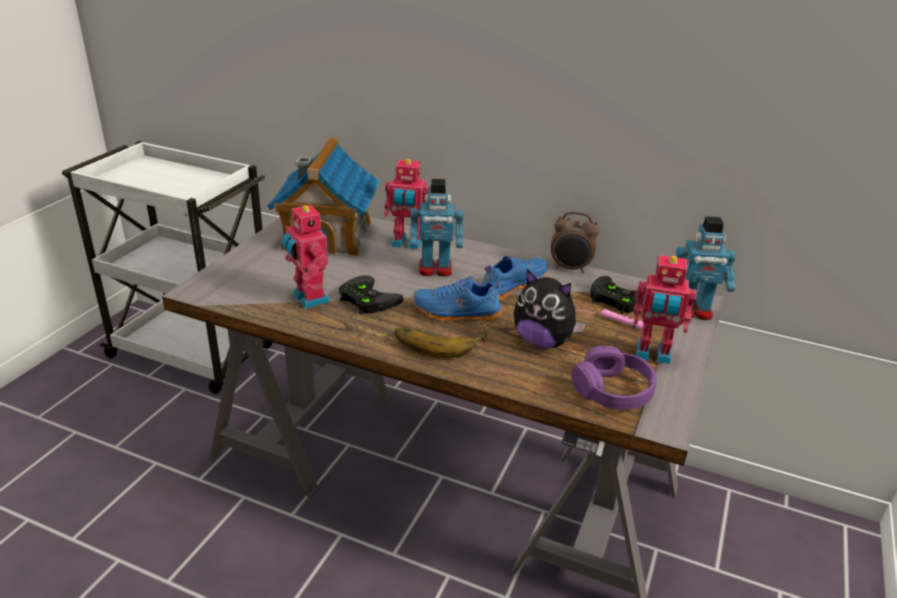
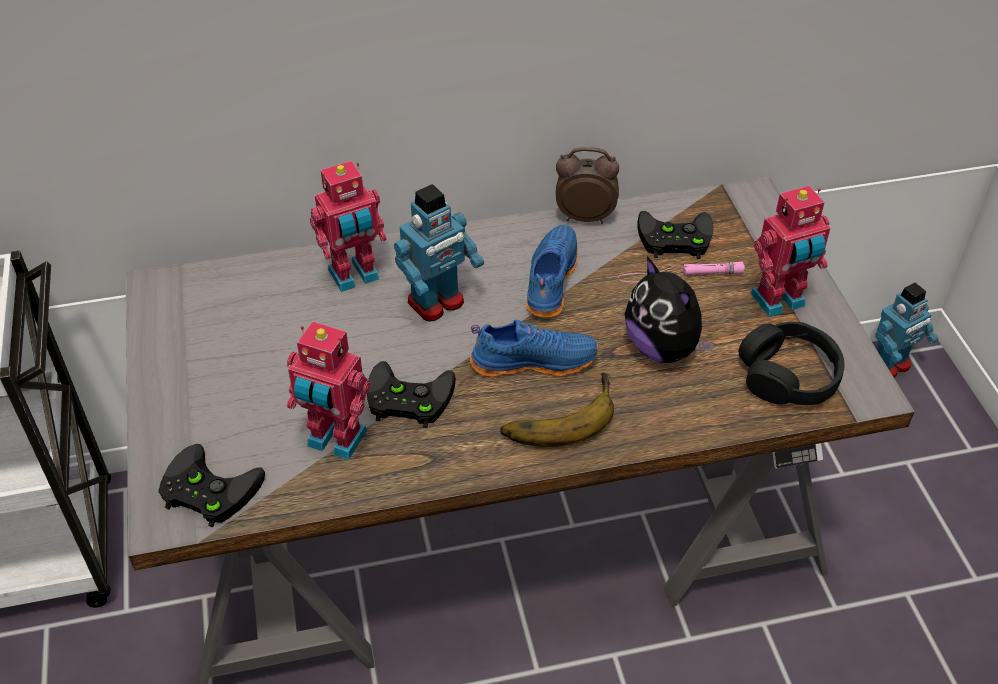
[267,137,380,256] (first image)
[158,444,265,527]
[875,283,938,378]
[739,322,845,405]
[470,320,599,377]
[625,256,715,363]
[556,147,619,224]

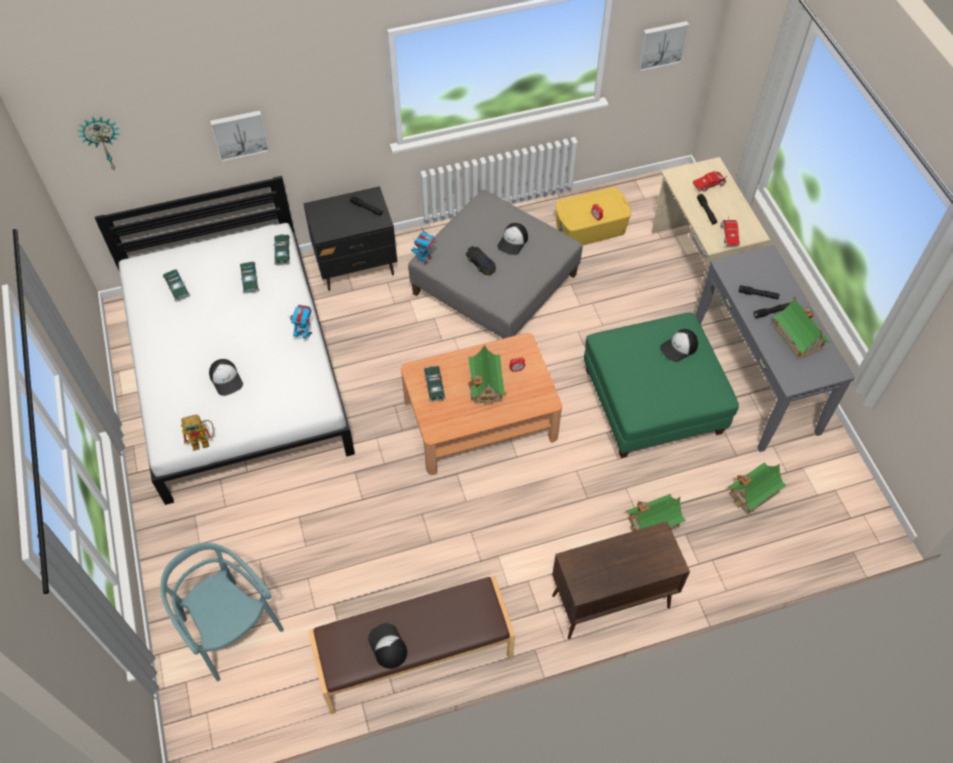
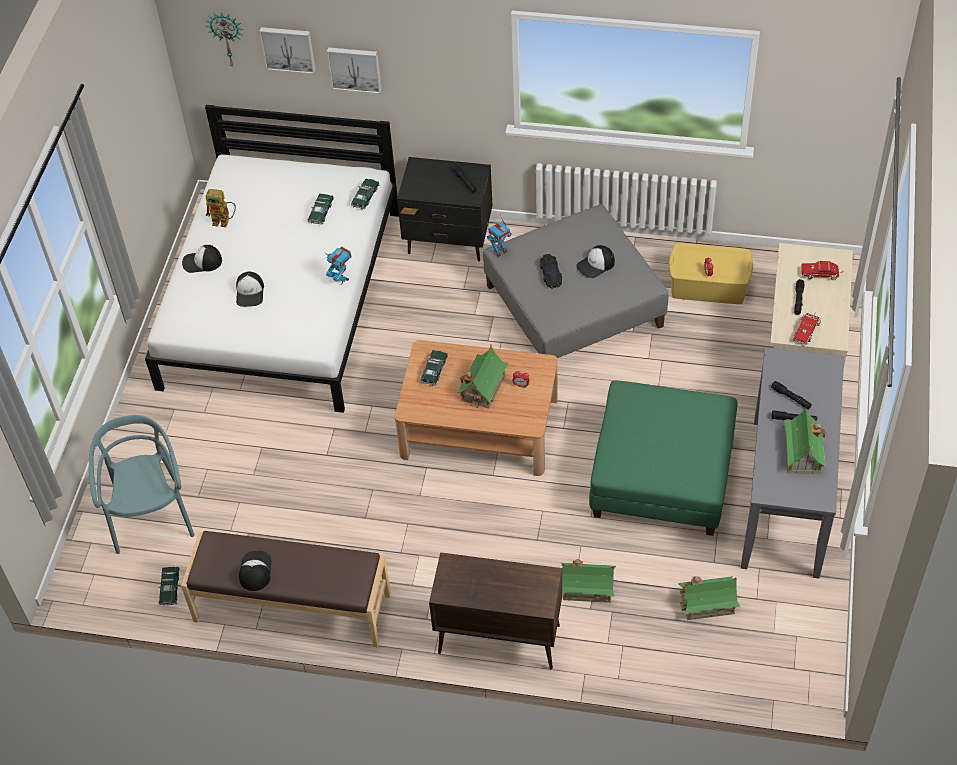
[158,567,180,605]
[206,189,236,227]
[259,27,315,74]
[182,245,222,273]

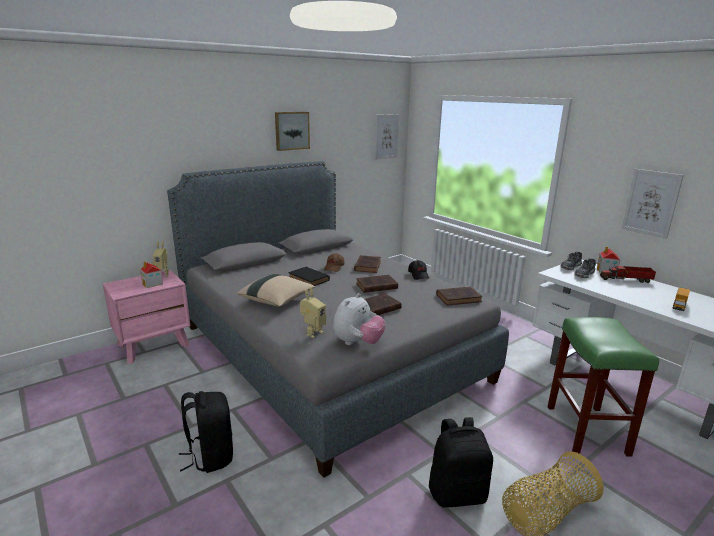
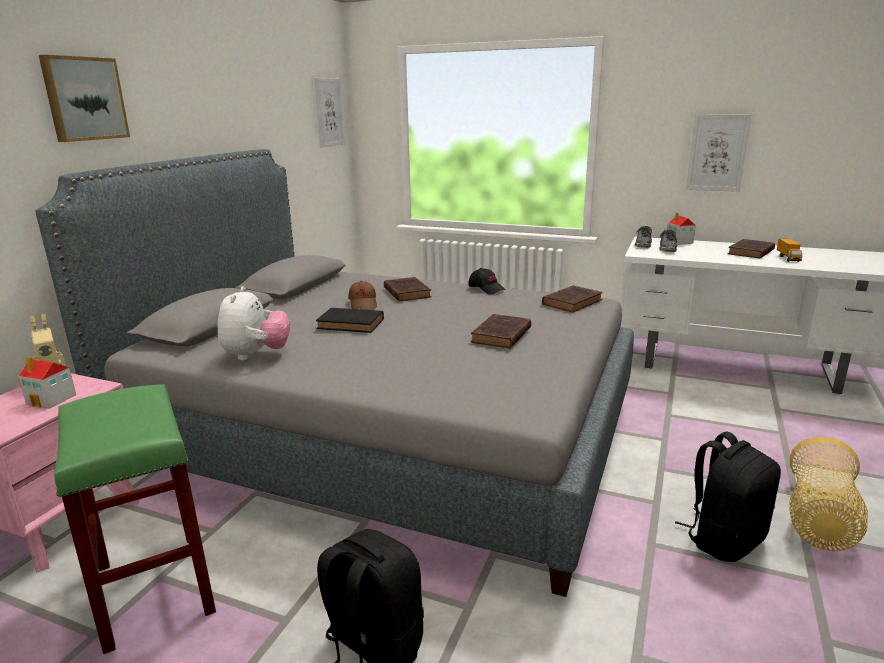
[237,274,315,307] (first image)
[300,287,326,338] (first image)
[600,264,656,283] (first image)
[39,55,130,142]
[217,286,290,361]
[728,239,775,259]
[54,384,216,654]

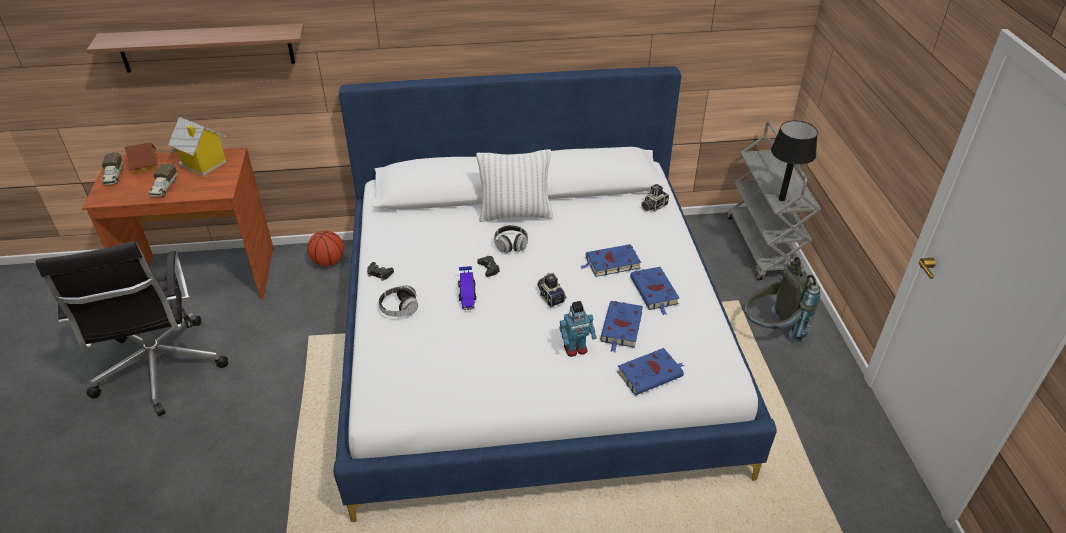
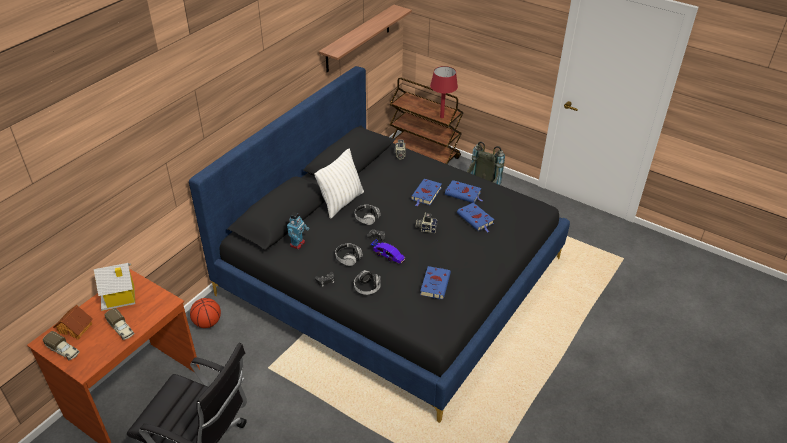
[335,244,363,266]
[319,5,412,73]
[287,212,310,249]
[420,266,451,299]
[189,66,570,423]
[390,77,464,164]
[430,66,458,118]

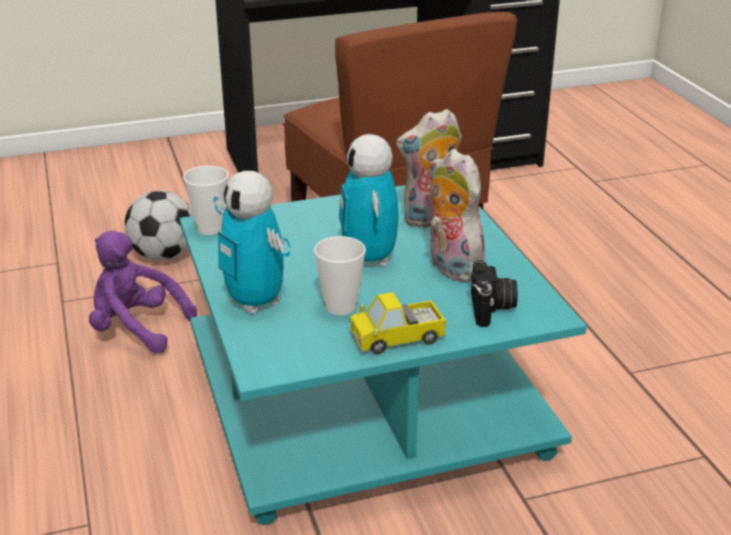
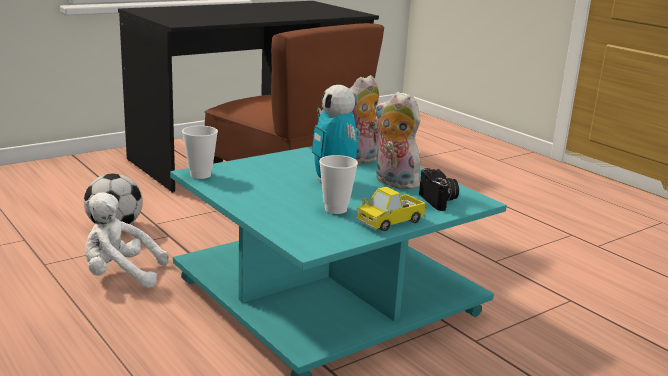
[214,171,291,314] (first image)
[85,193,169,288]

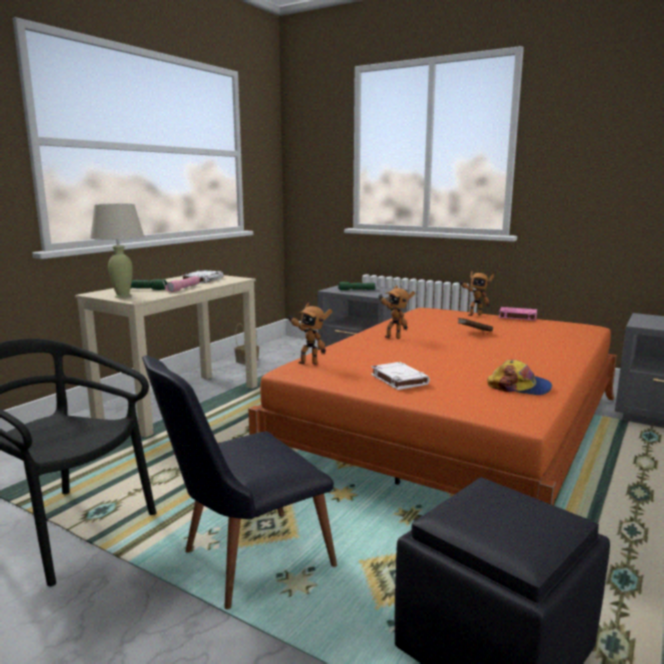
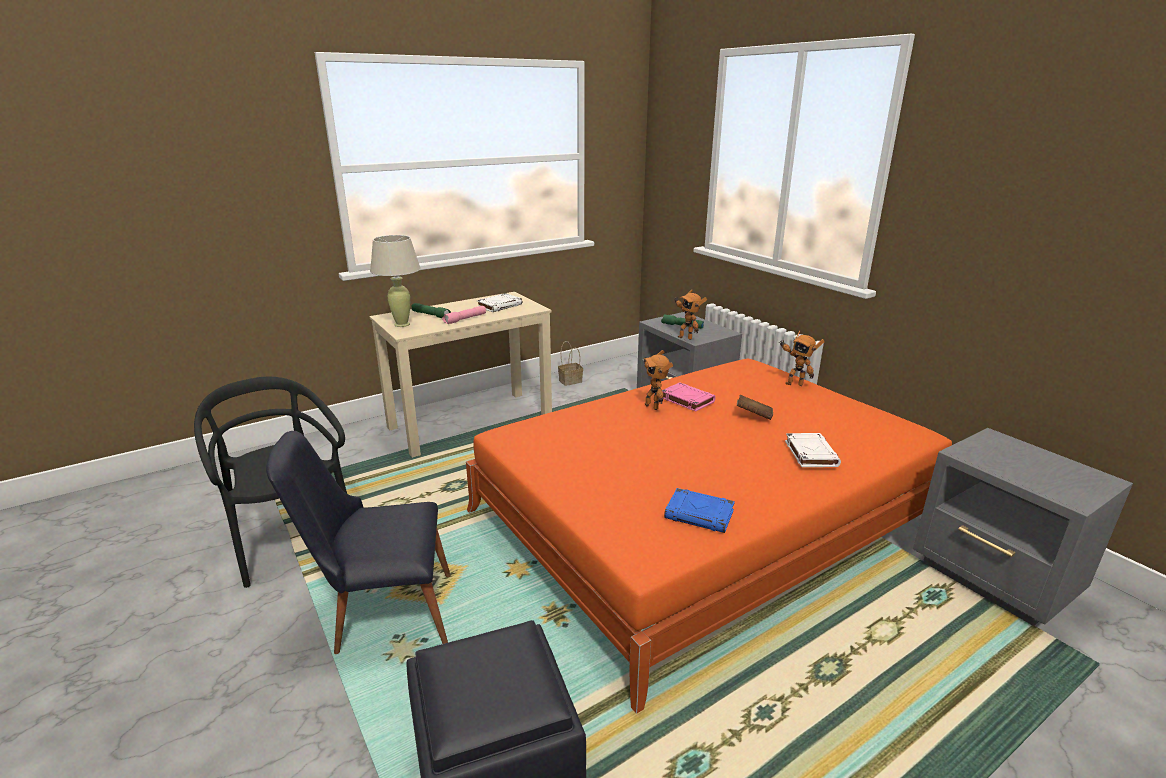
[675,289,707,340]
[785,433,841,467]
[662,382,716,412]
[664,488,735,533]

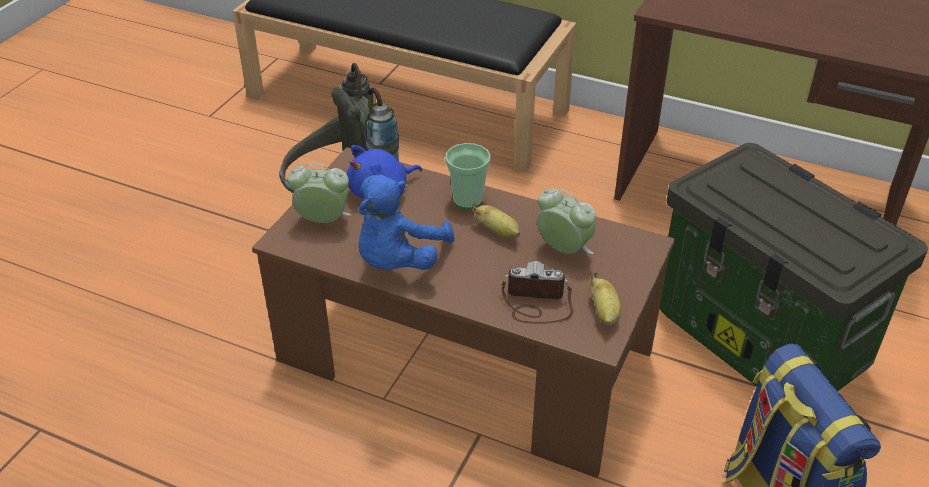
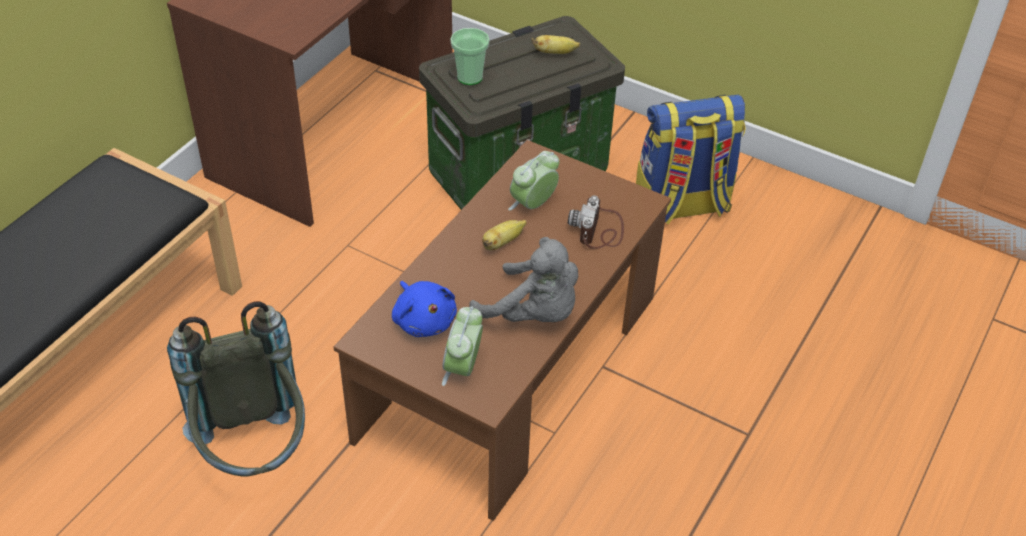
[451,28,489,85]
[531,35,580,54]
[469,237,578,322]

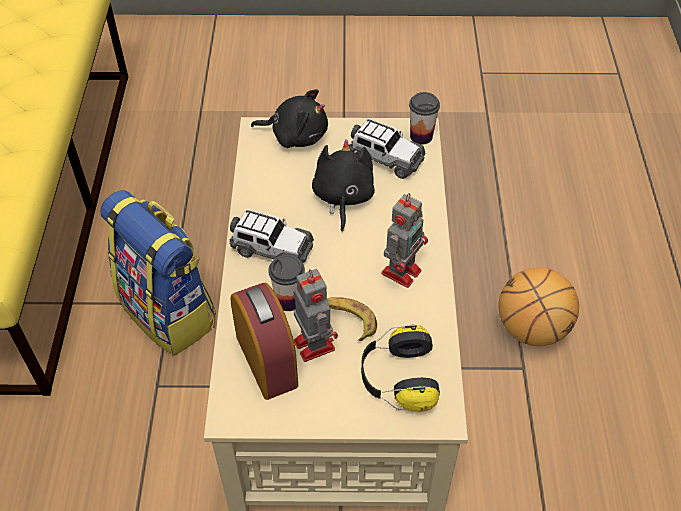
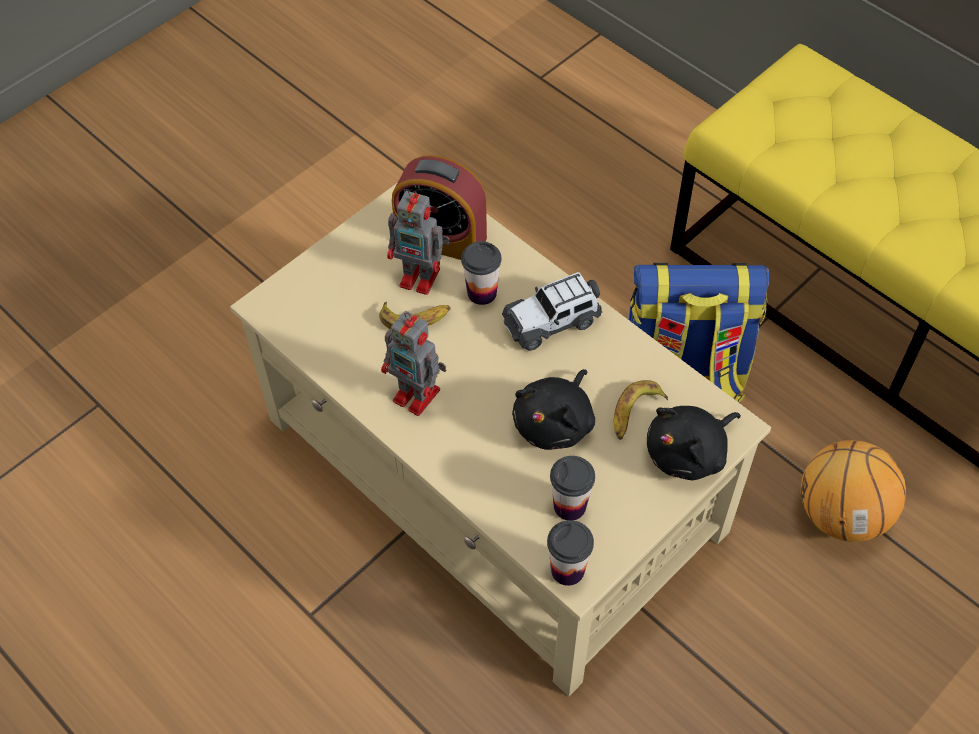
[361,325,440,412] (first image)
[614,380,668,440]
[801,440,906,542]
[550,456,595,520]
[512,369,595,450]
[381,311,446,416]

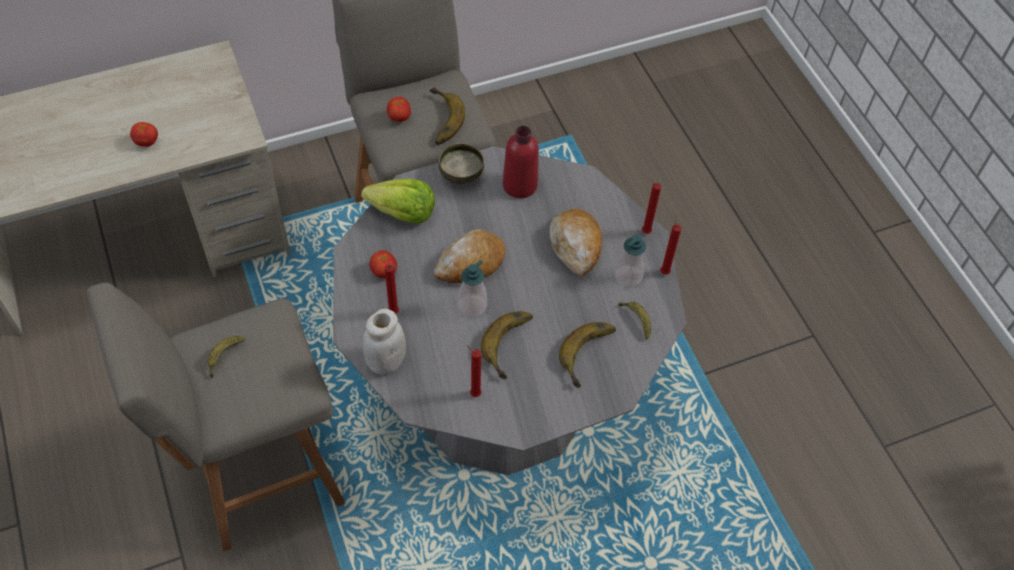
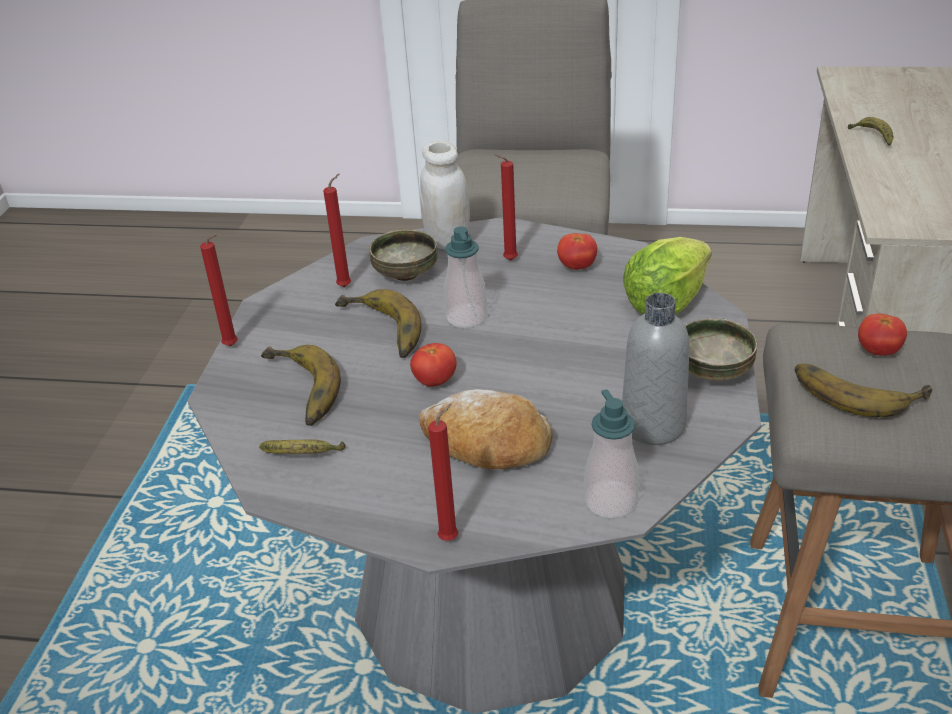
[434,229,506,283] (first image)
[369,230,438,281]
[410,343,456,387]
[848,117,893,146]
[584,389,639,519]
[200,234,238,346]
[622,293,690,445]

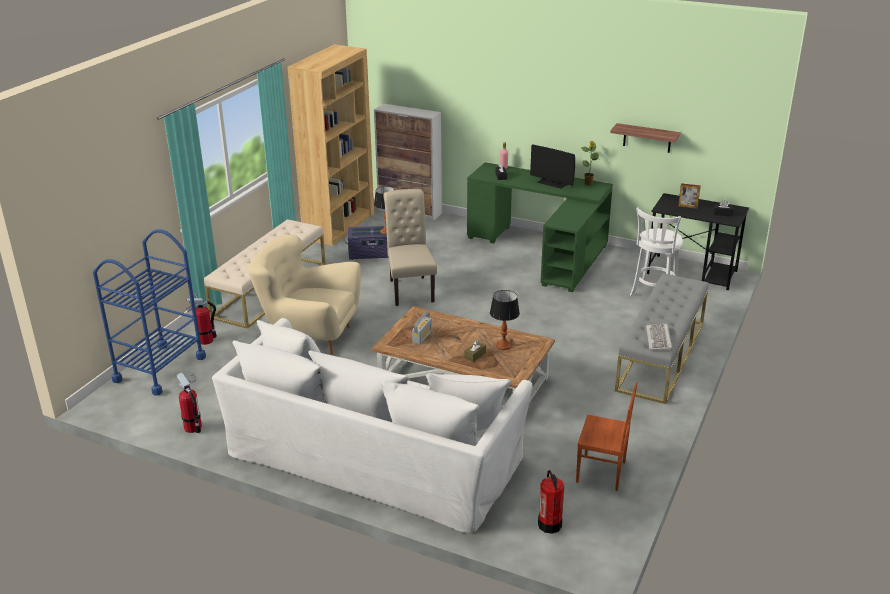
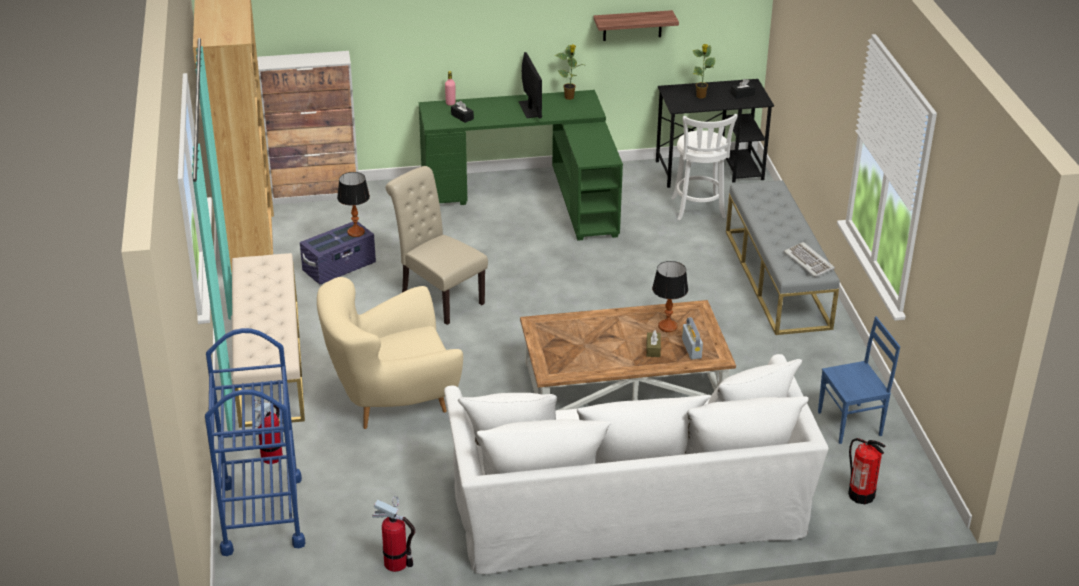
[682,317,703,360]
[692,44,715,99]
[818,317,900,444]
[518,52,542,118]

